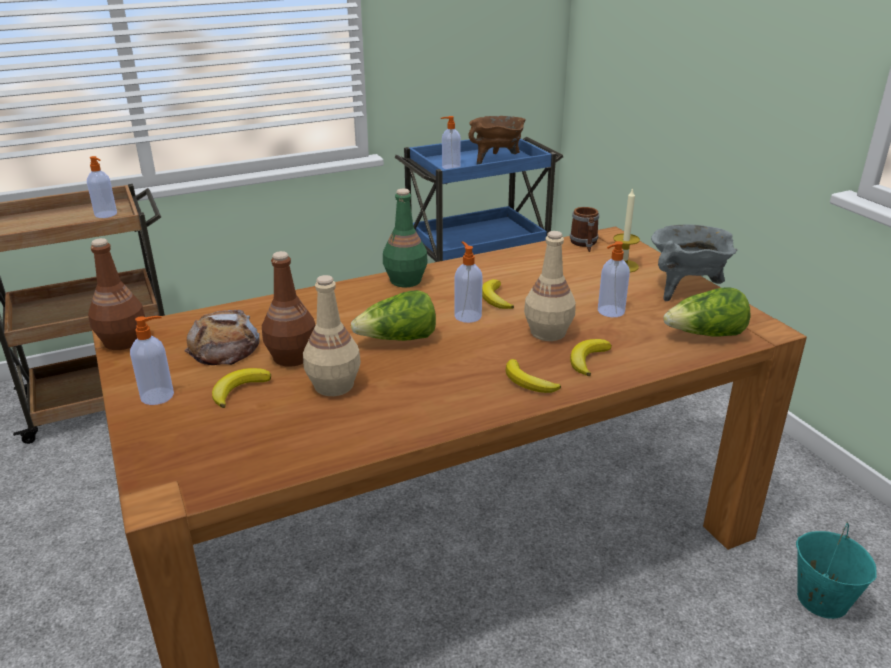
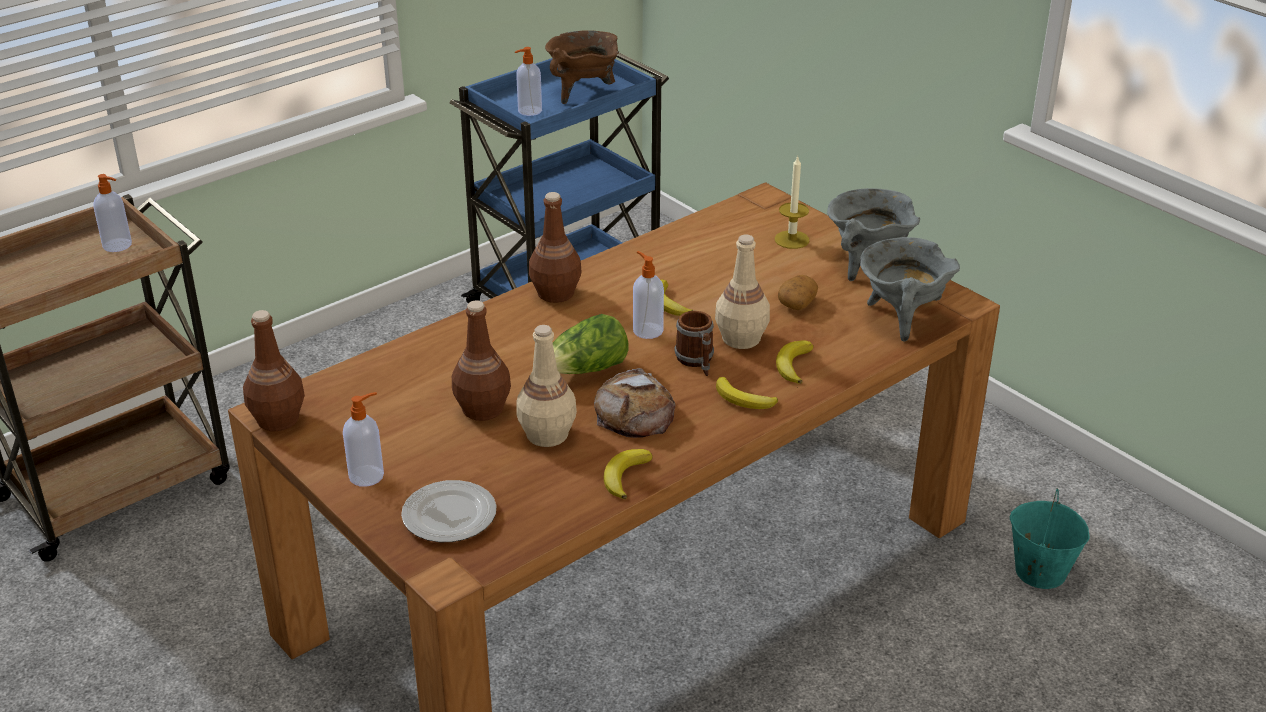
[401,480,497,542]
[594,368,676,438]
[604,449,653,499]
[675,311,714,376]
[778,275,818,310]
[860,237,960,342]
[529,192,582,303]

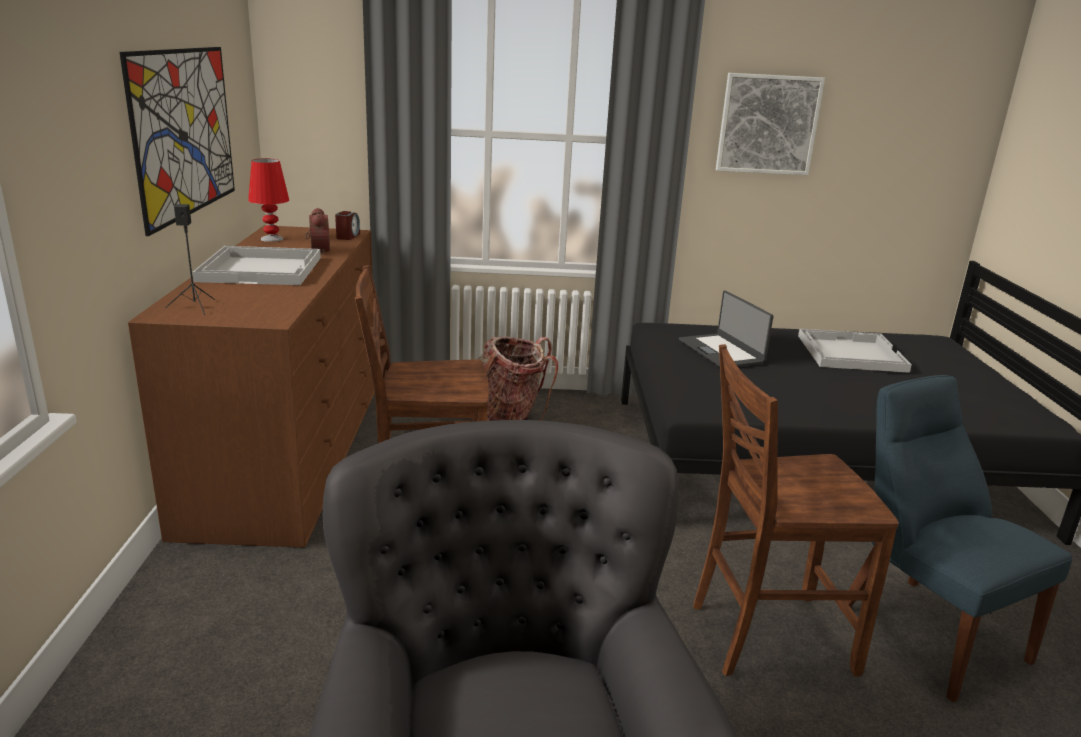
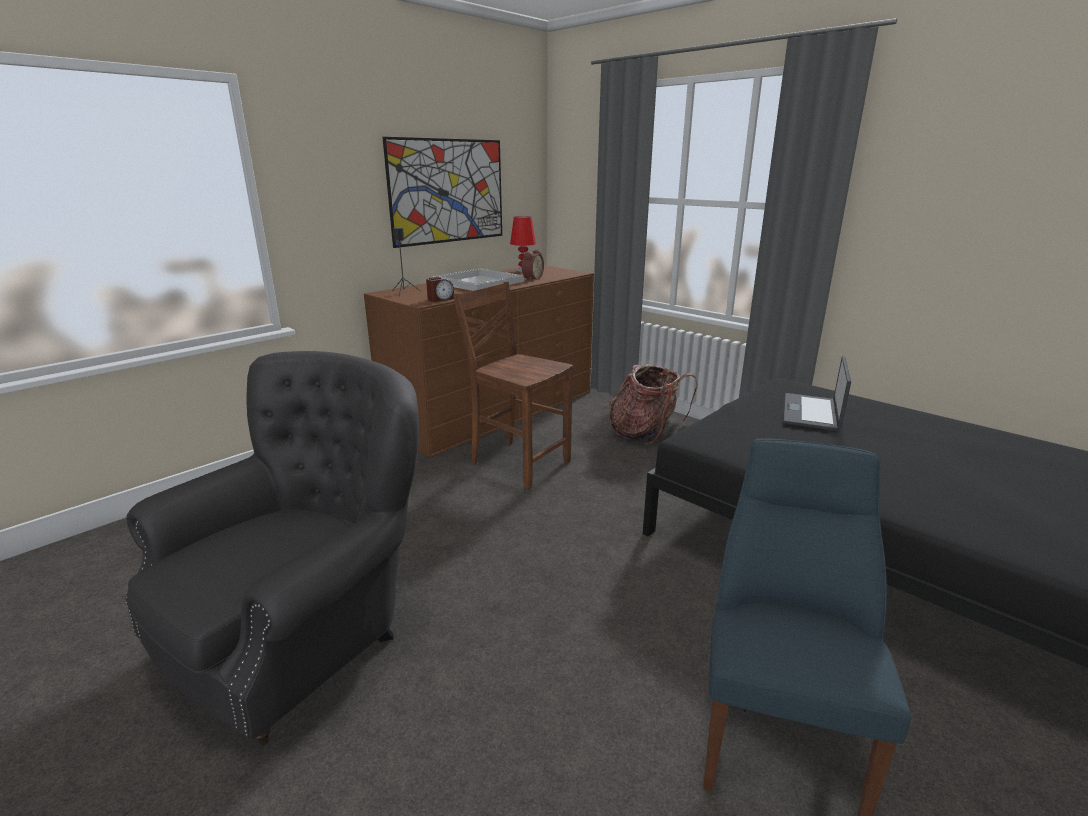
[693,344,899,676] (first image)
[716,73,825,175] (first image)
[798,329,912,373] (first image)
[426,277,454,302]

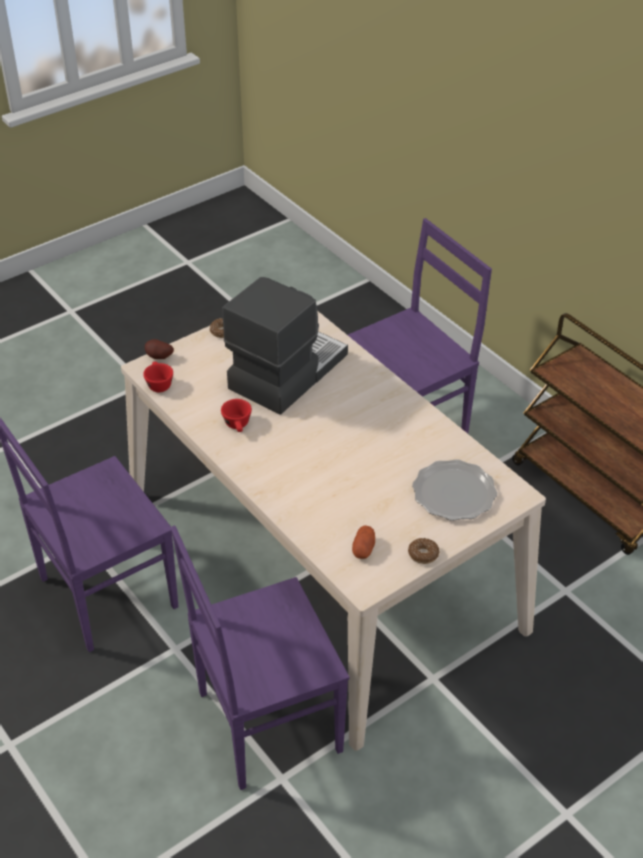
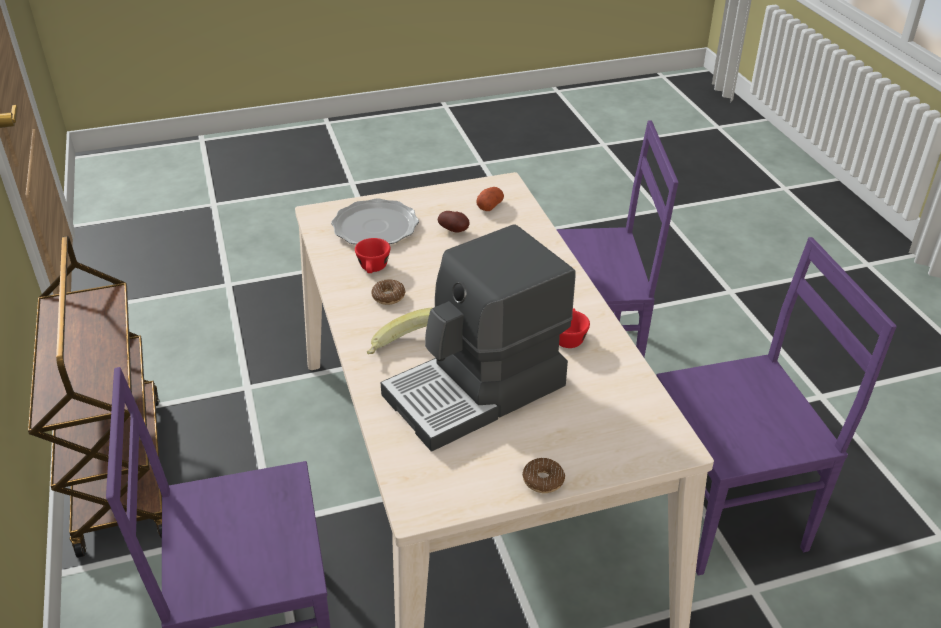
[367,308,432,354]
[355,238,390,273]
[438,211,470,233]
[371,280,405,305]

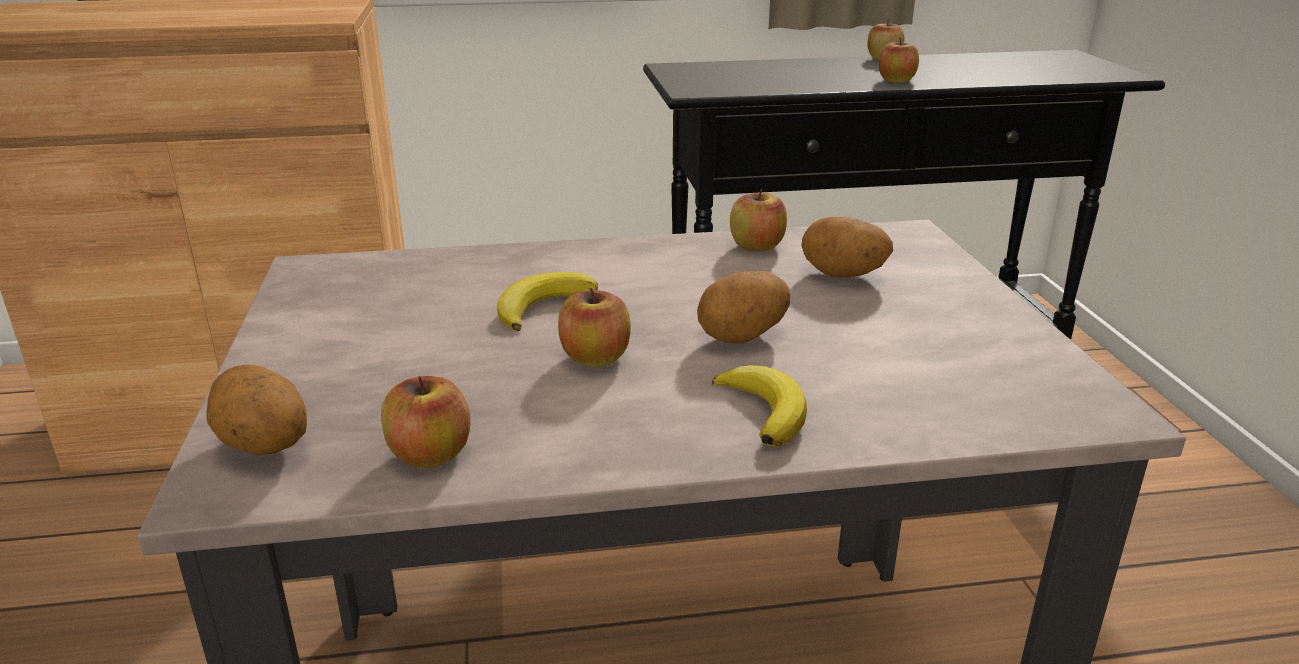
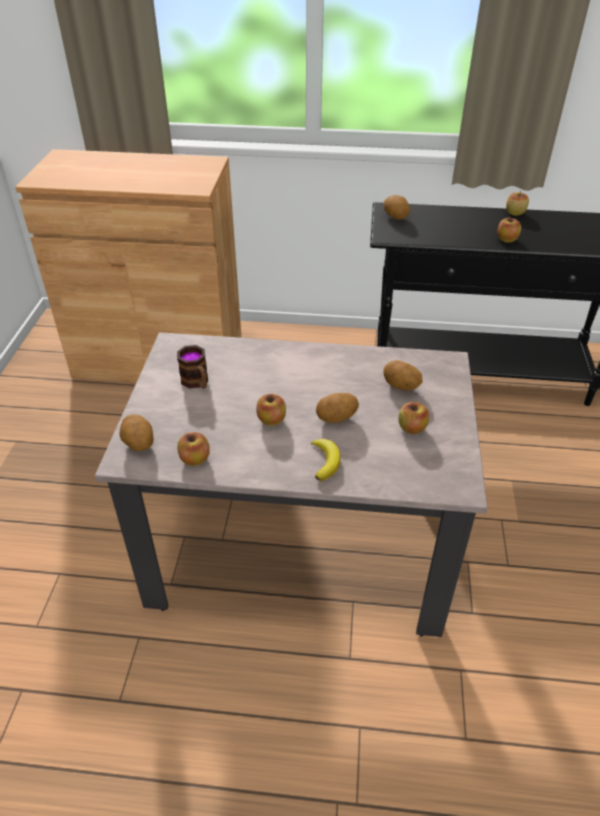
[497,272,598,331] (first image)
[177,345,208,389]
[384,195,410,220]
[399,402,429,434]

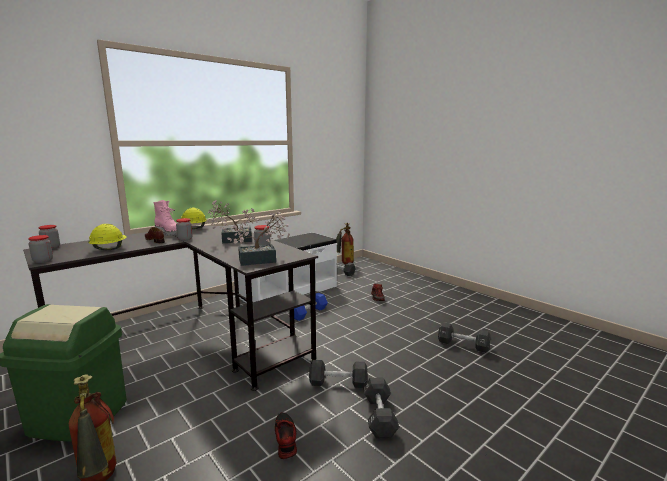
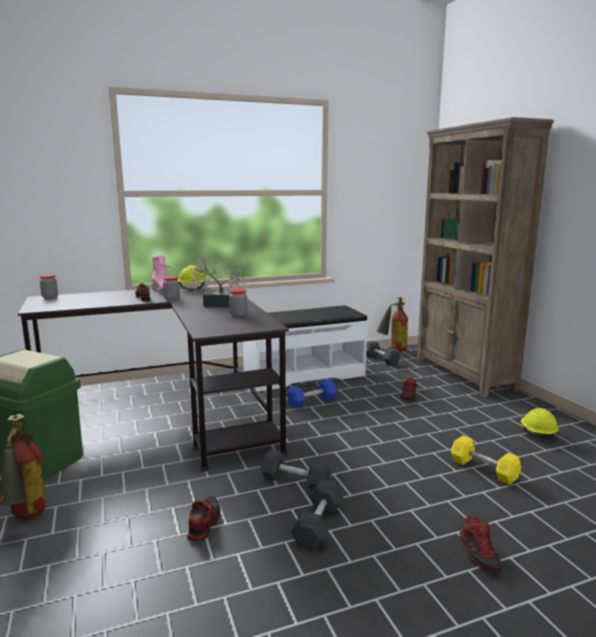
[28,235,53,263] (first image)
[227,212,290,266] (first image)
[416,117,554,398]
[460,515,502,571]
[521,408,559,437]
[451,436,521,485]

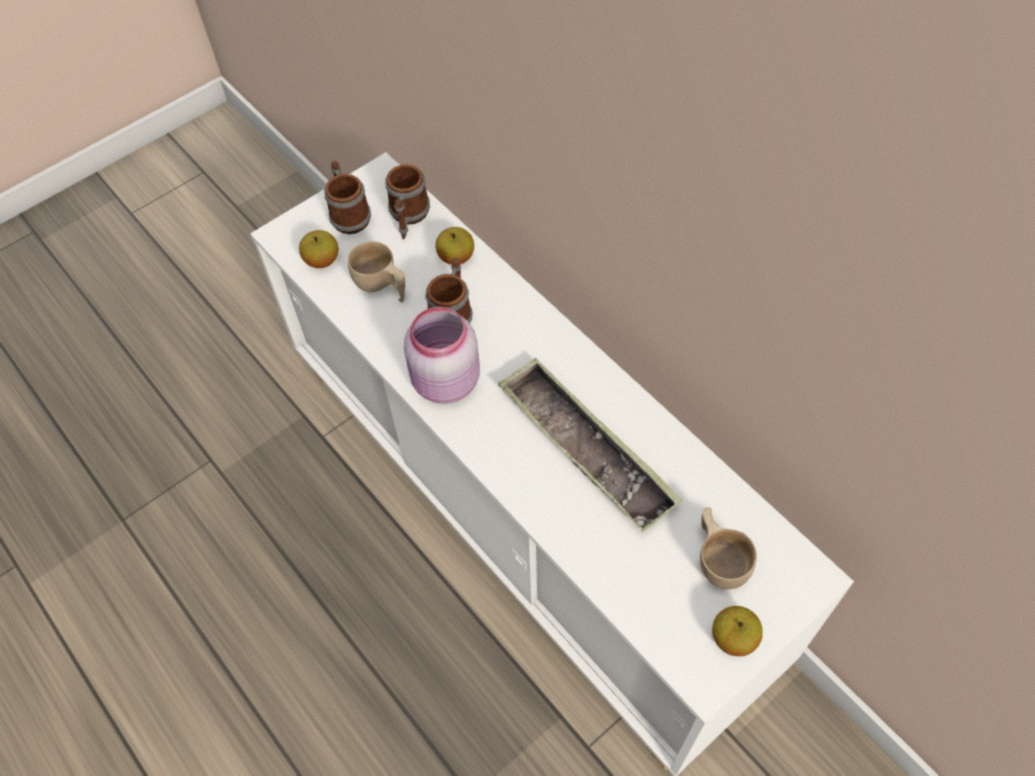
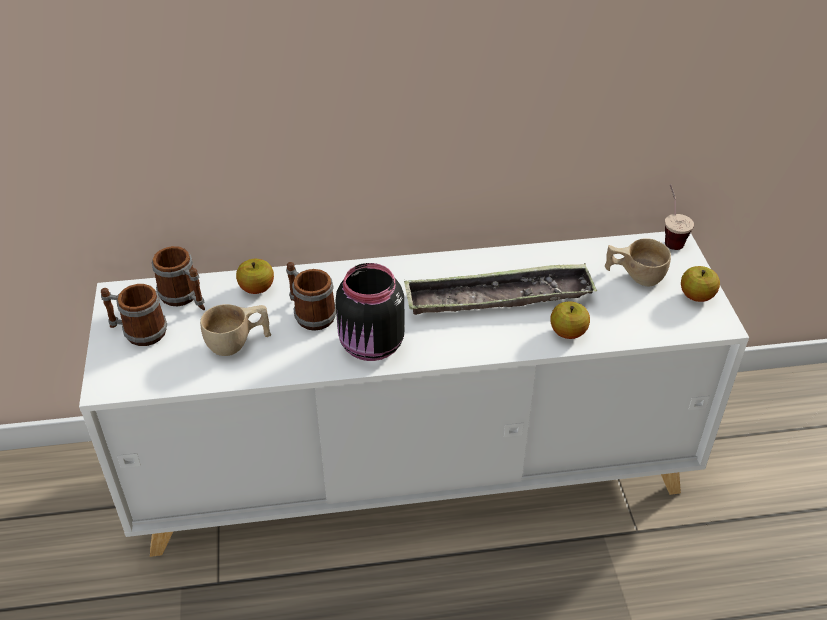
[665,184,694,250]
[550,301,590,339]
[336,263,405,361]

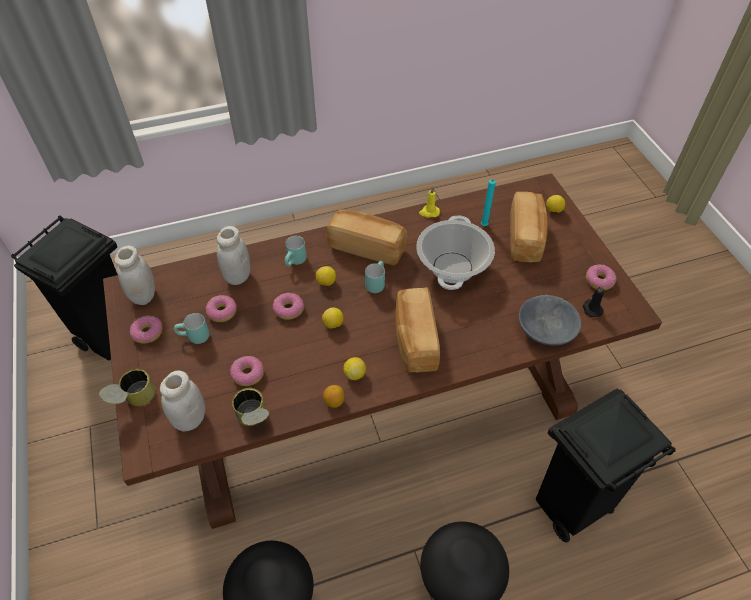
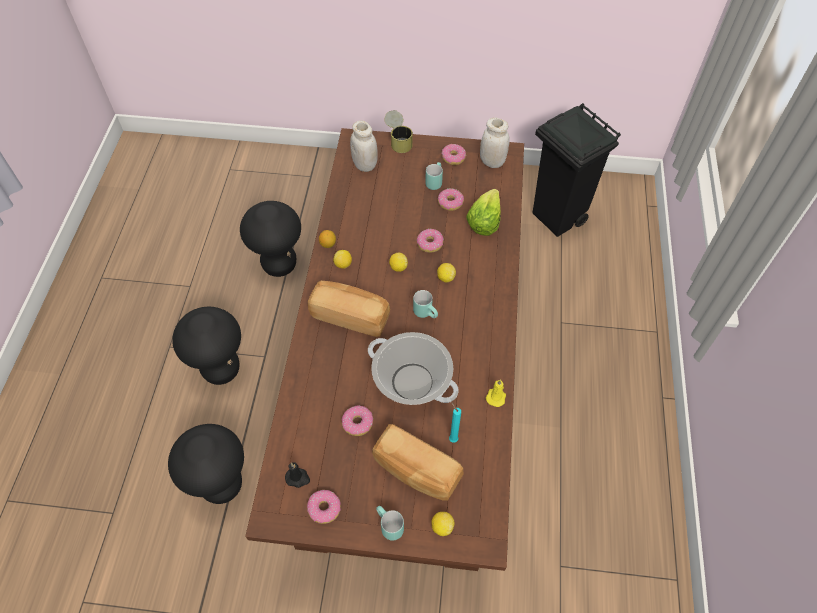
[232,388,269,426] (first image)
[326,209,408,266] (first image)
[519,295,581,345] (first image)
[341,406,373,436]
[376,506,404,541]
[466,189,501,236]
[168,424,244,504]

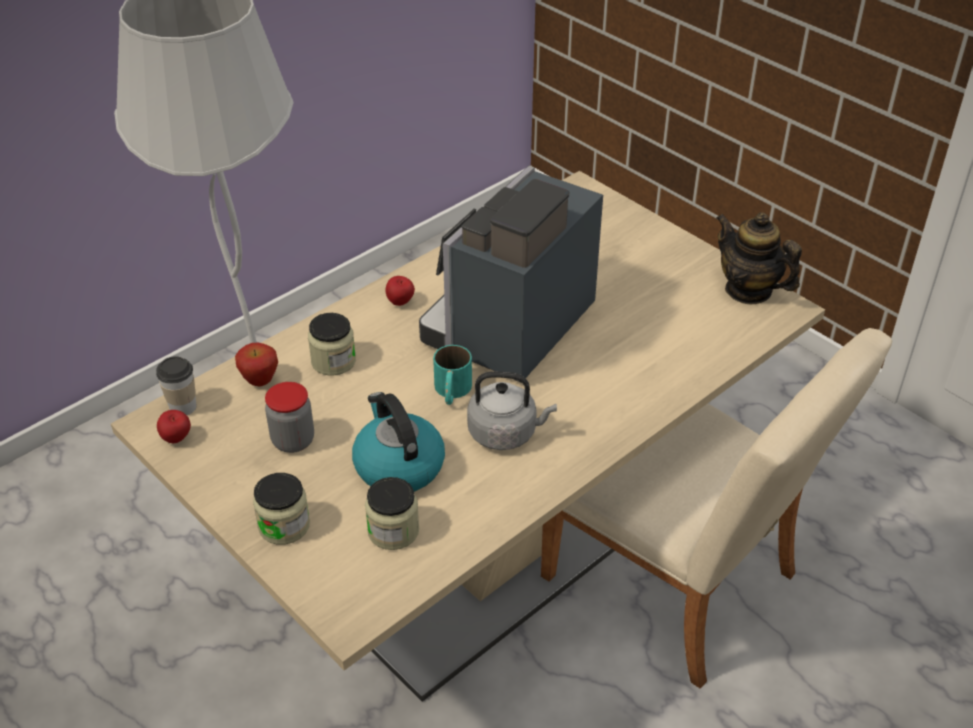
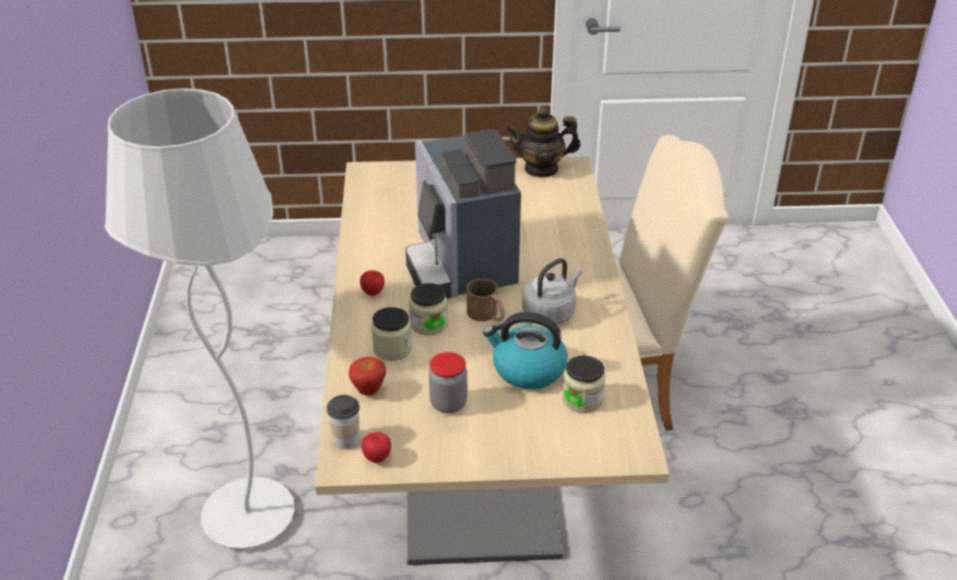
[409,283,448,336]
[467,279,505,321]

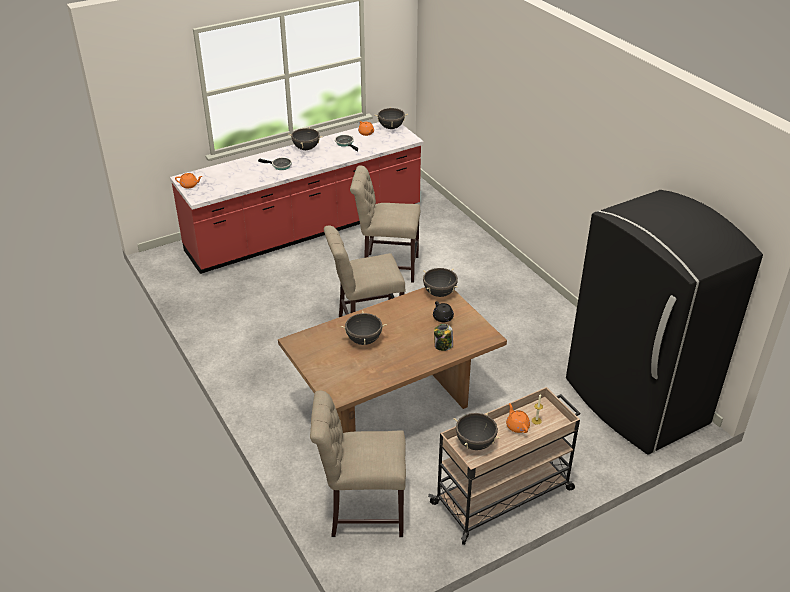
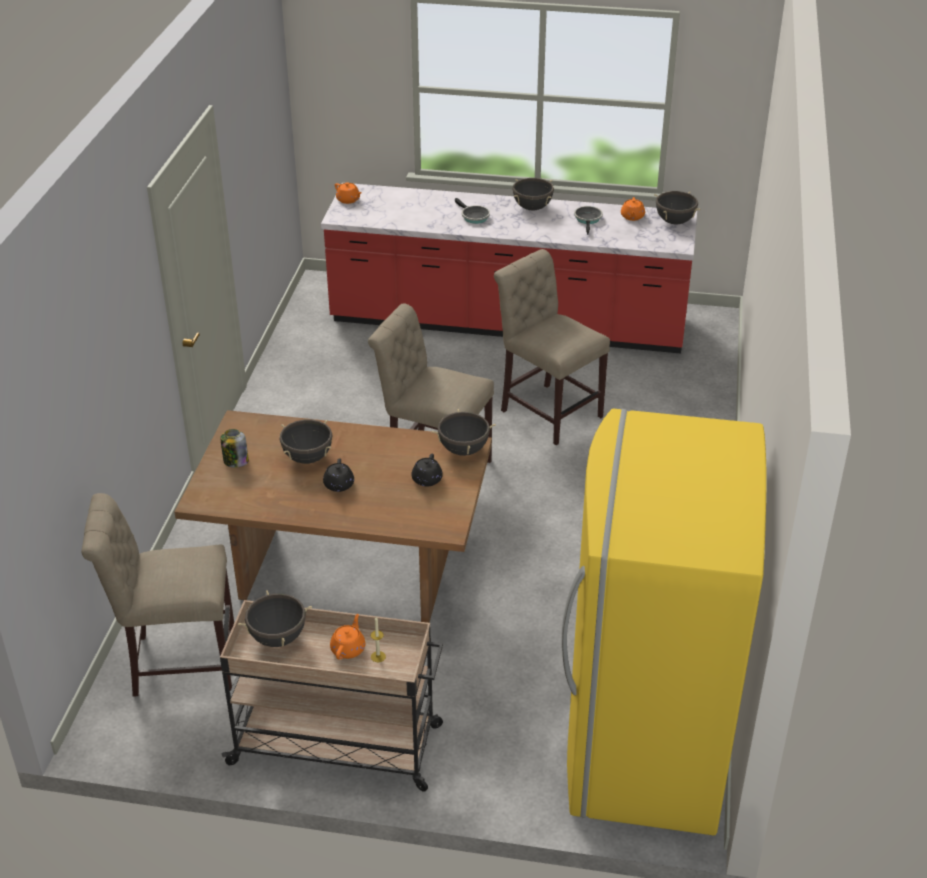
[323,458,354,492]
[220,429,249,468]
[562,409,767,835]
[81,493,234,697]

